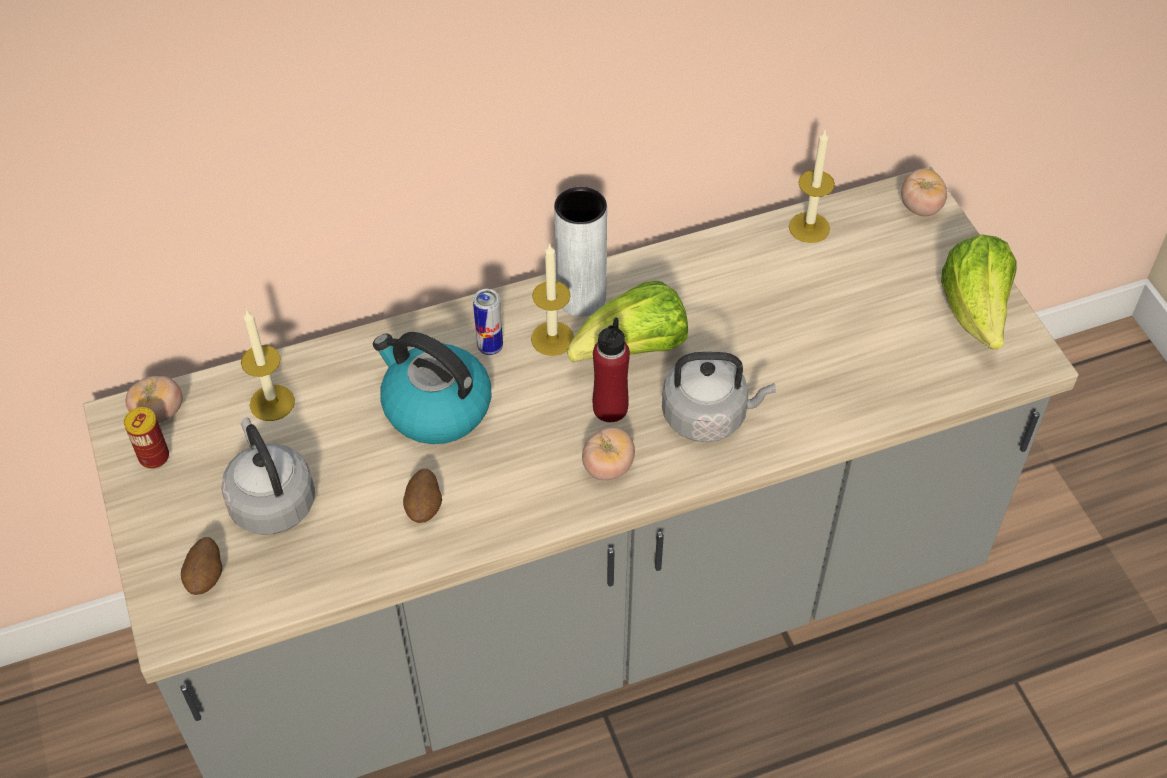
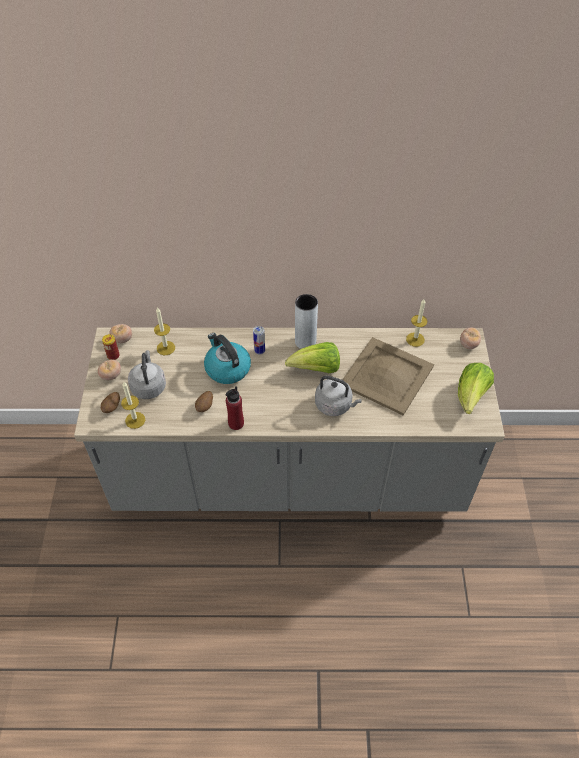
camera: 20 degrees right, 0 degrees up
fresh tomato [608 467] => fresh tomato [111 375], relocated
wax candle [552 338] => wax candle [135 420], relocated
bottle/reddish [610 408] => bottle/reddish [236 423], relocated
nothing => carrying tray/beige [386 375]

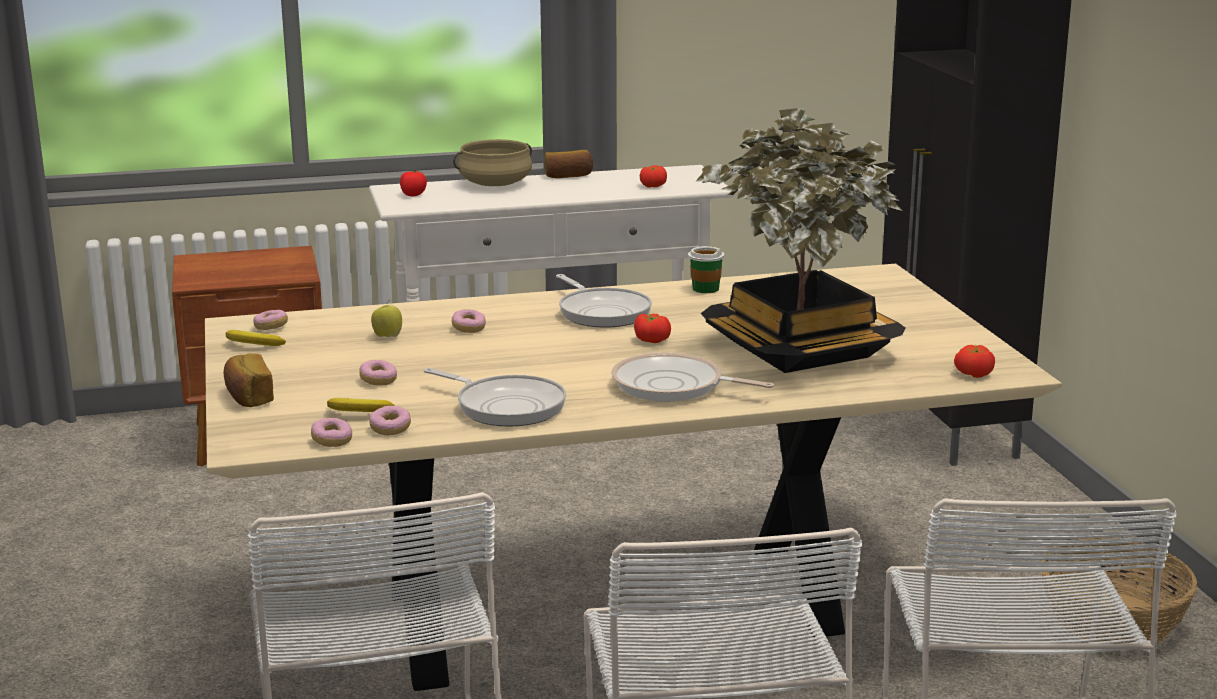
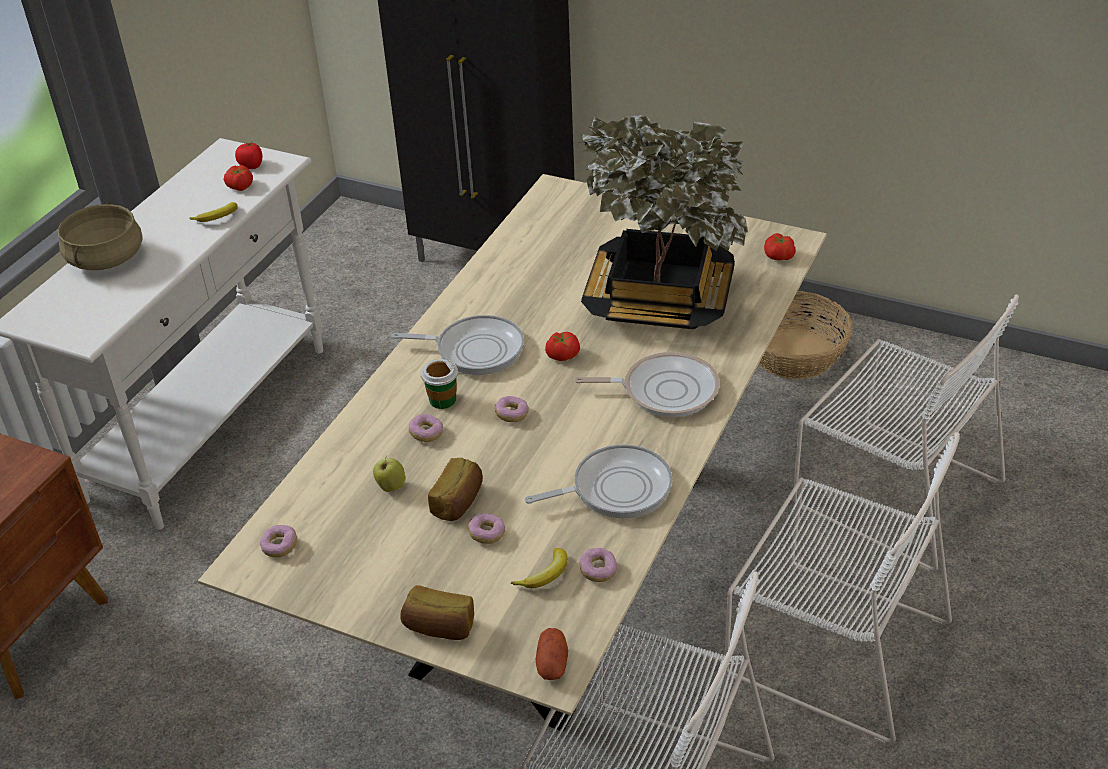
camera: 50 degrees left, 20 degrees up
whole banana [252 345] => whole banana [217 218], relocated
fresh tomato [413 194] => fresh tomato [251 165], relocated
small cup [705 289] => small cup [442 400], relocated
bread [568 176] => bread [459 502], relocated
donut [332 441] => donut [512 415], relocated
nothing => potato [552 663]
pan [673 386] => pan [664 390], 150 degrees counterclockwise

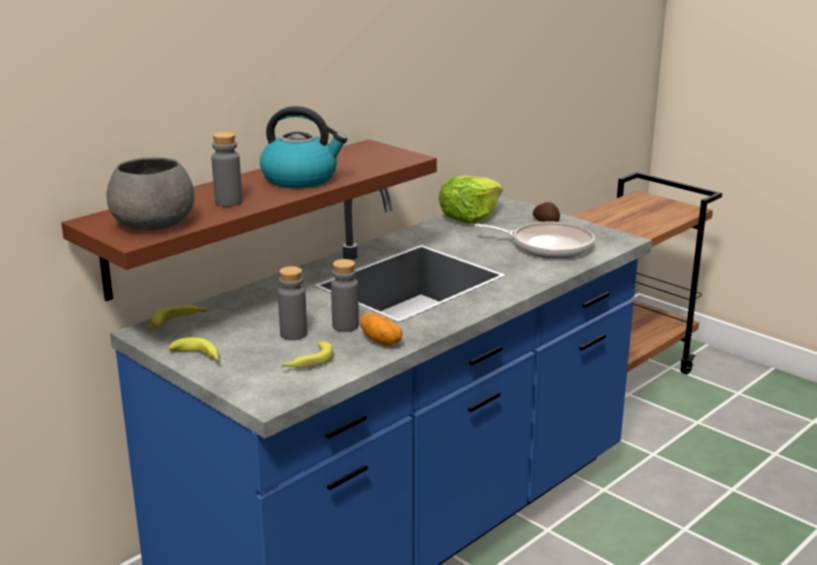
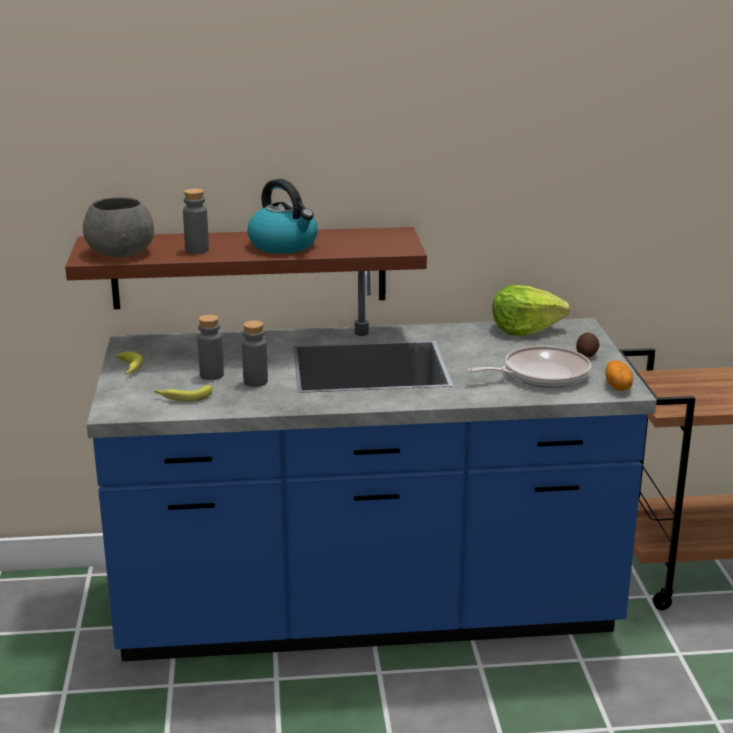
camera: 40 degrees right, 0 degrees up
pan [547 246] => pan [541 374], 75 degrees counterclockwise
potato [381 341] => potato [618 386], relocated
whole banana [180 321] => nothing

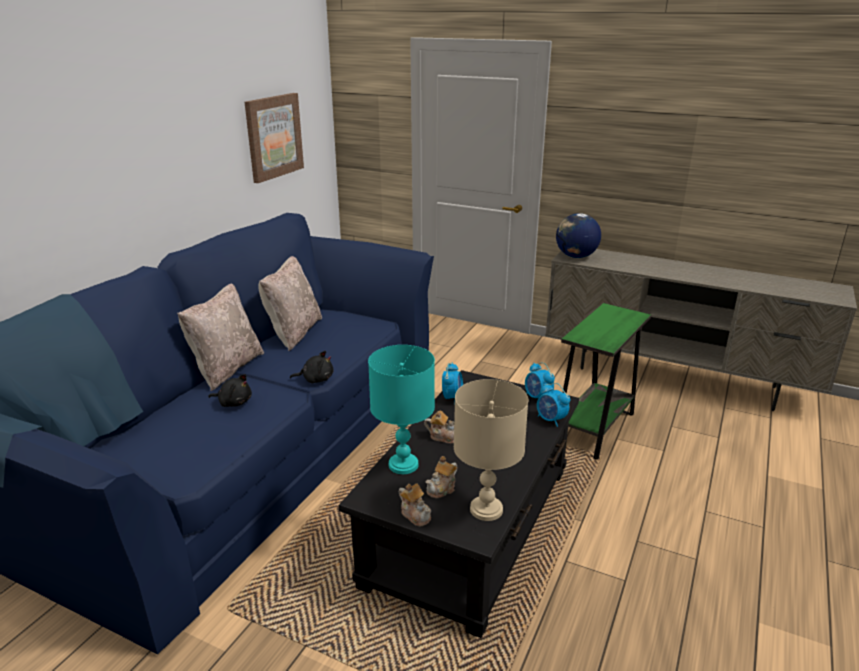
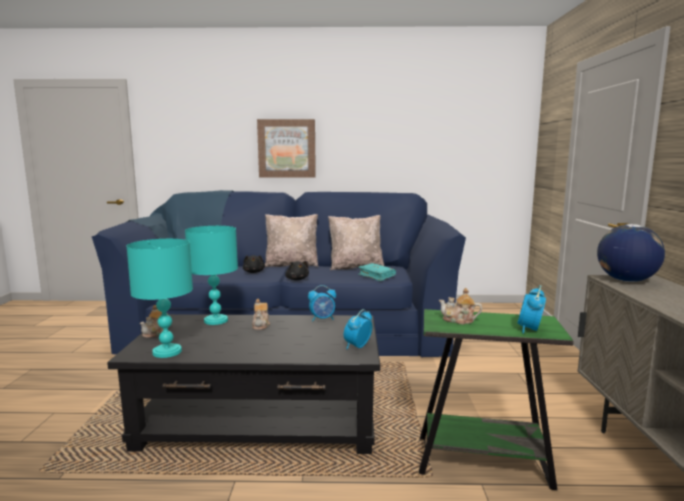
camera: 65 degrees right, 15 degrees down
lamp for a table/beige [485 510] => lamp for a table/blue-green [166 352]
wall picture [273 136] => wall picture [287 148], relocated
nothing => book/blue-green [376 276]
pot for tea [442 489] => pot for tea [459 320], relocated
table clock [551 420] => table clock [529 330], relocated

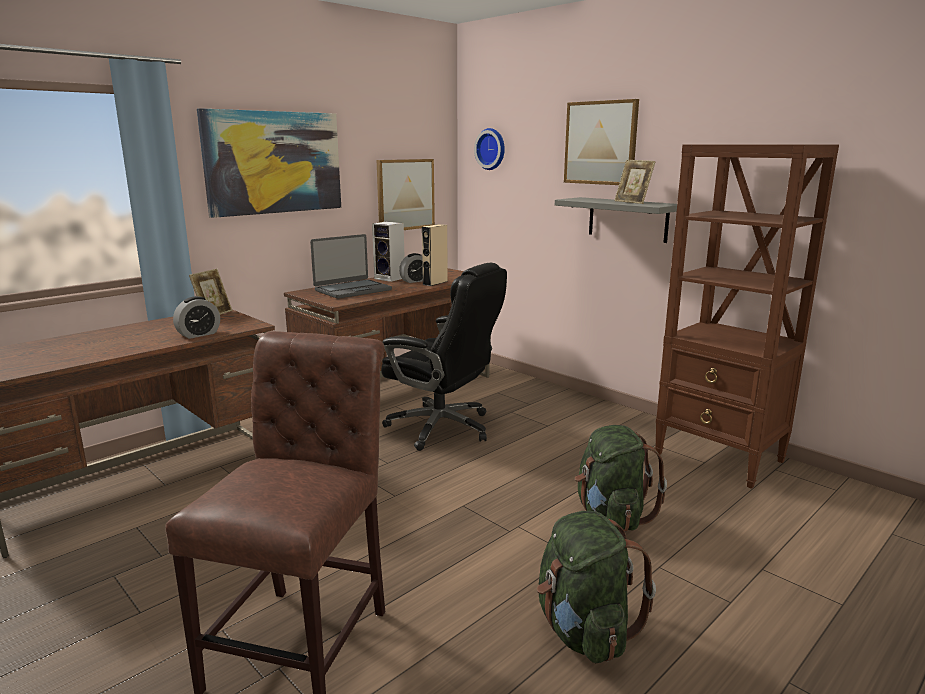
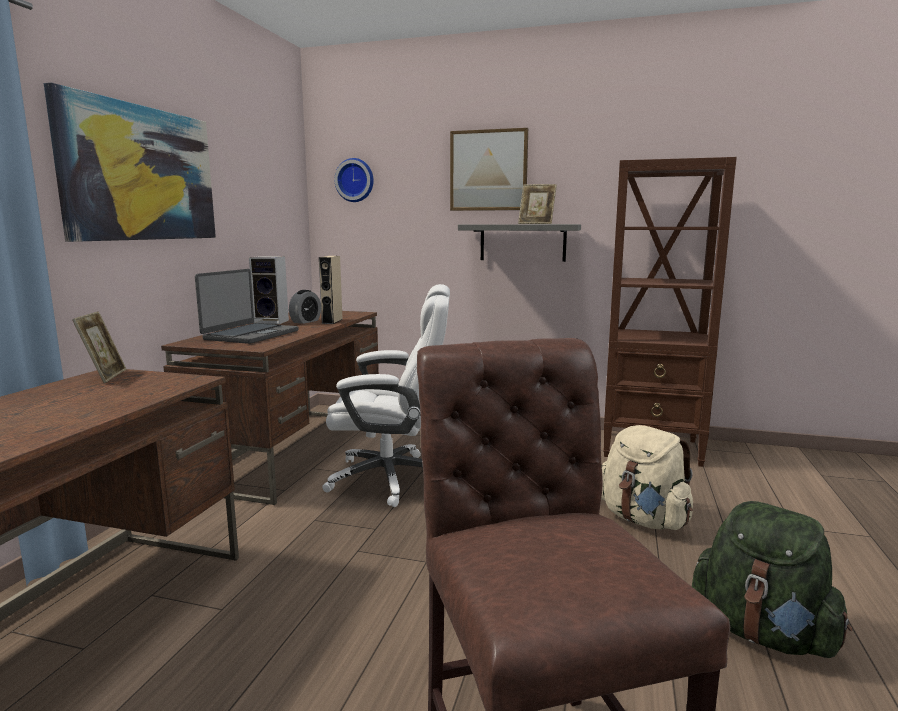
camera: 30 degrees left, 5 degrees down
desk chair/black [442 428] => desk chair/whitish [391 478]
rucksack/greenish [611 517] => rucksack/beige [643 519]
table clock [199 334] => nothing
wall picture [405 194] => nothing

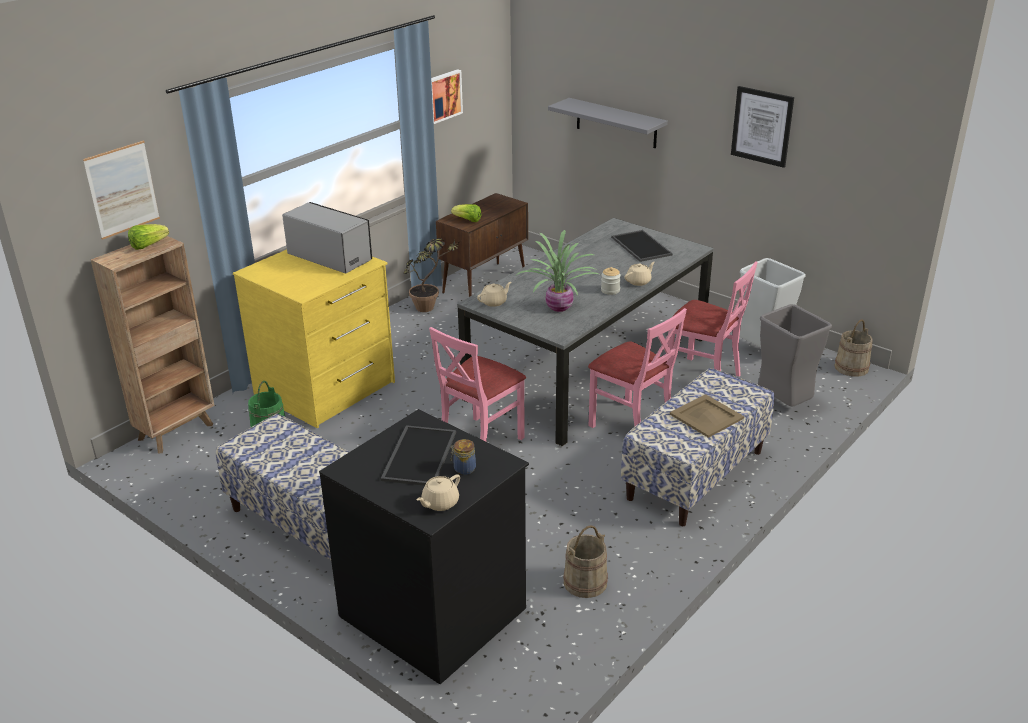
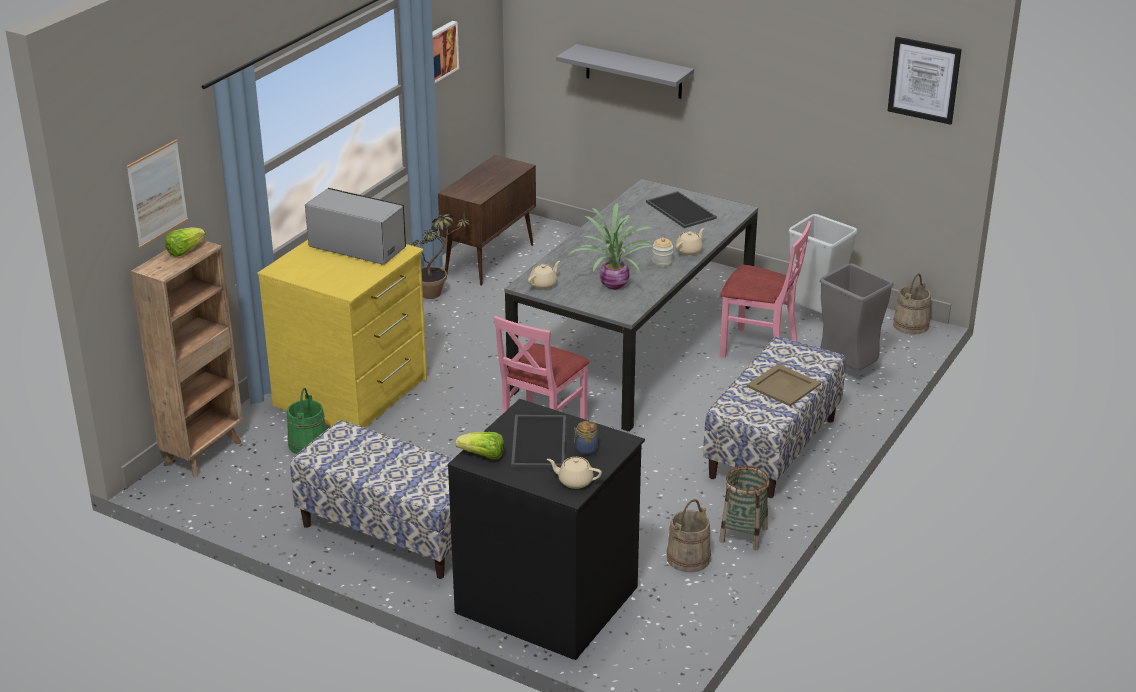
camera: 10 degrees left, 0 degrees up
lettuce [467 220] => lettuce [483 456], relocated
pot for tea/beige [439 503] => pot for tea/beige [574 481], 75 degrees clockwise
nothing => storage basket [743 535]
wall picture [762 126] => wall picture [924 80], relocated
chair/pink [631 425] => nothing

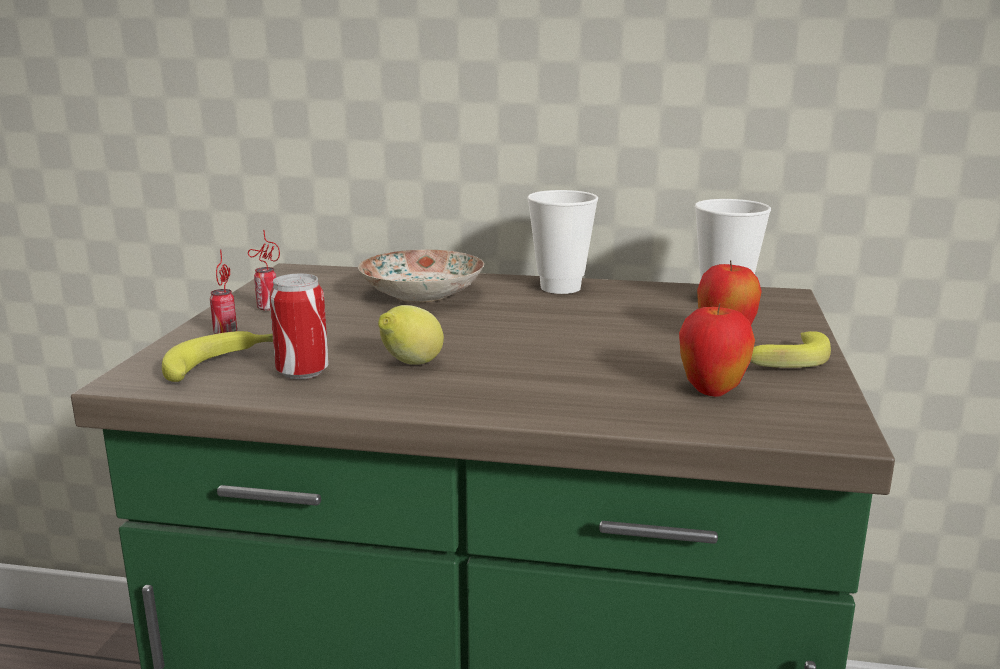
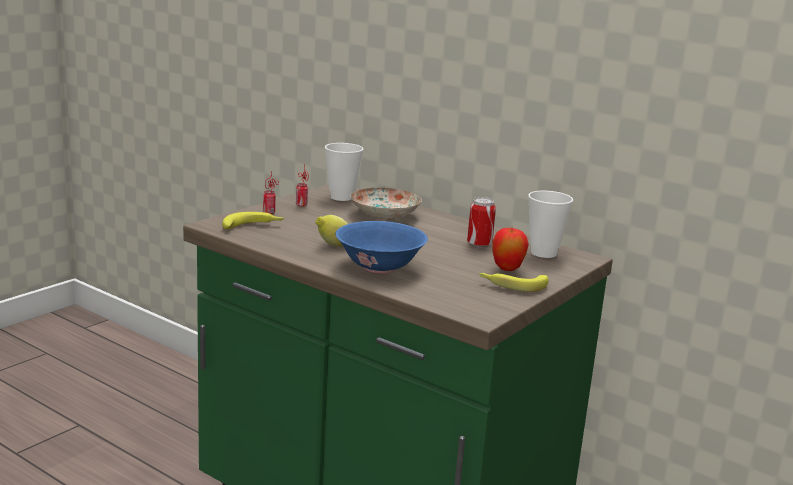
camera: 25 degrees right, 0 degrees up
small cup [560 288] => small cup [341 197], relocated
nothing => serving bowl/blue [380 267]
metal can [302 372] => metal can [479 244], relocated
apple fruit [711 391] => nothing

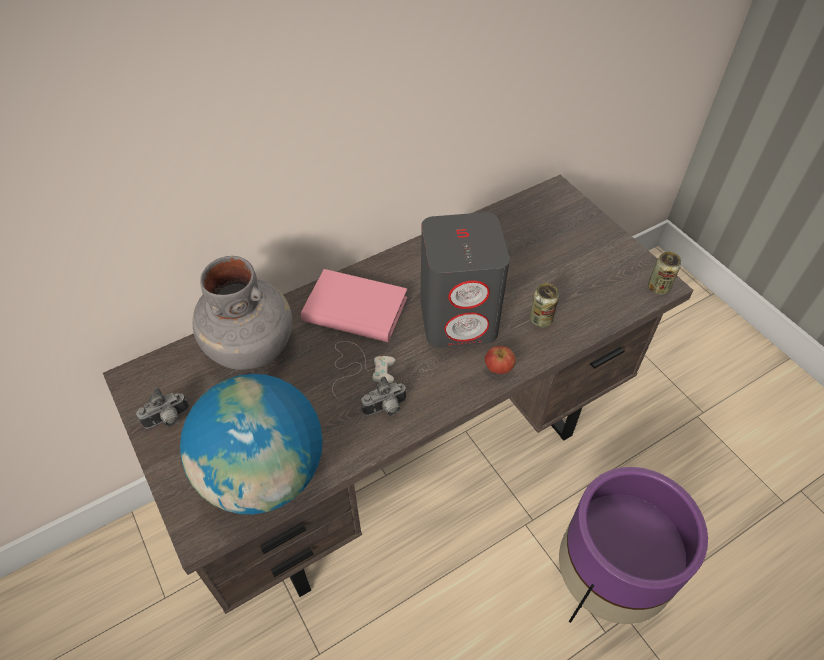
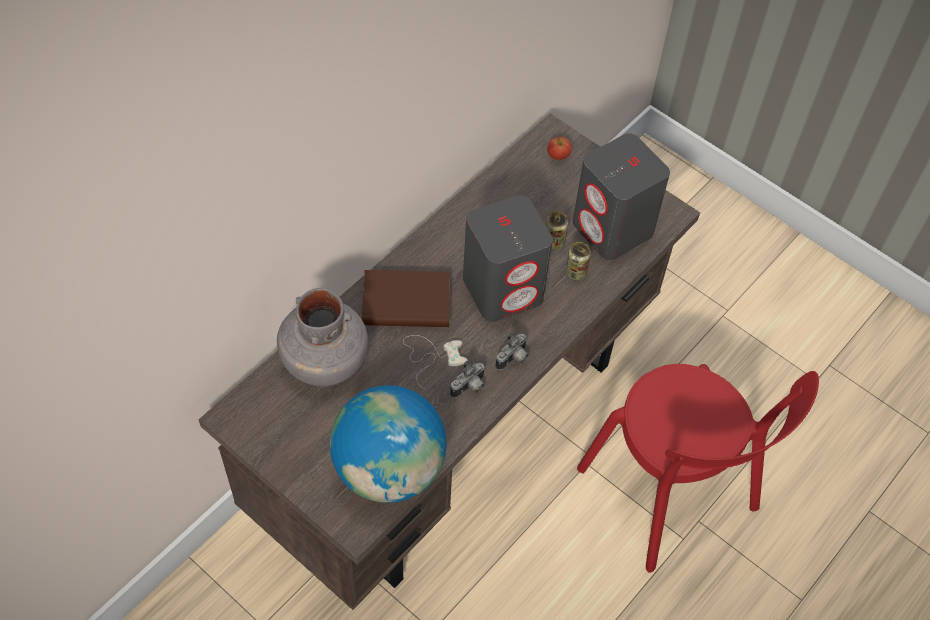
camera: 20 degrees left, 5 degrees up
book/pink [355 310] => book/brownish [406 303]
photo camera [168 420] => photo camera [513 359], relocated
metal can [658 287] => metal can [554 242], relocated
apple fruit [498 368] => apple fruit [558 156], relocated
nothing => audio speaker/greyish [613 229]
planter/purple-coloured [604 581] => chair/reddish [672 495]

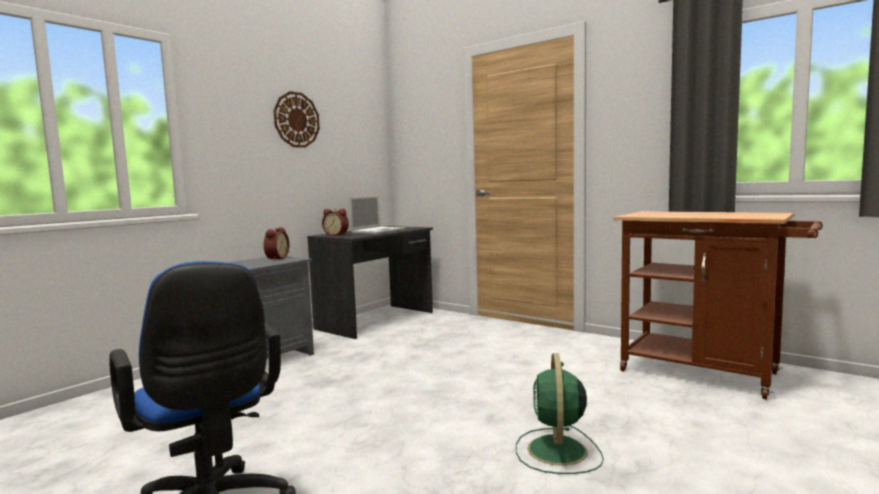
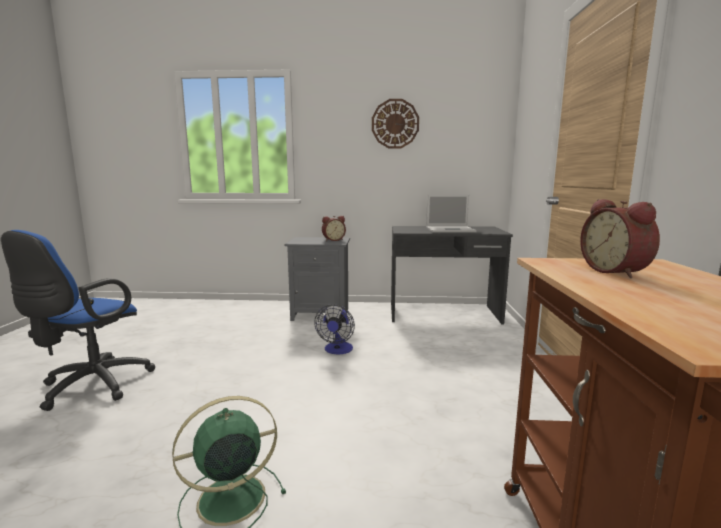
camera: 55 degrees right, 5 degrees up
nothing => cooling fan [337 350]
table clock [337 235] => table clock [616 271], relocated

